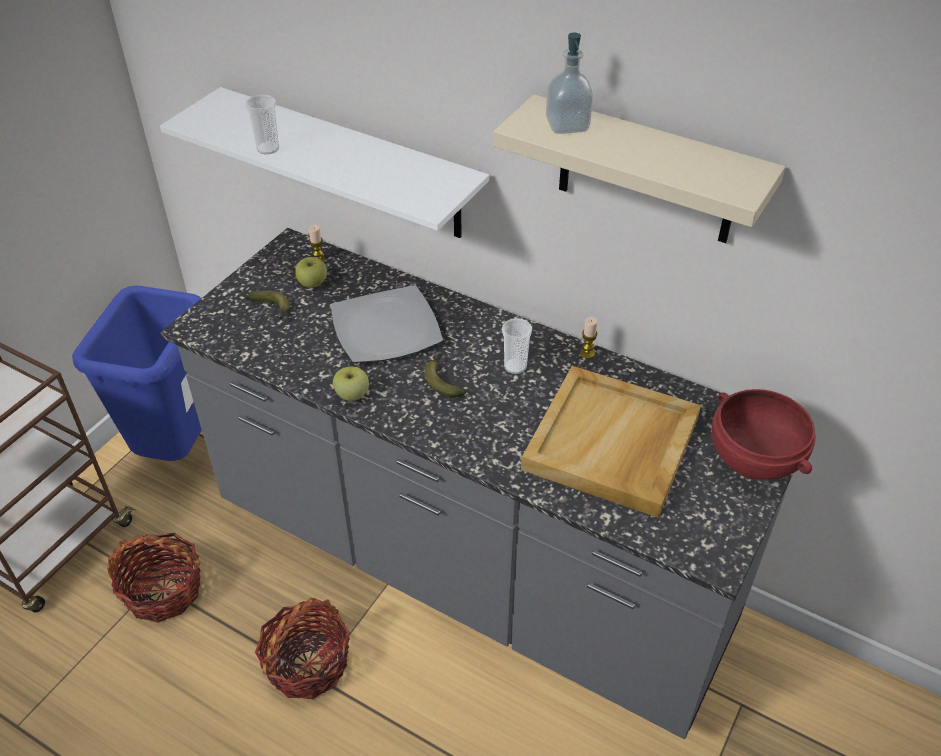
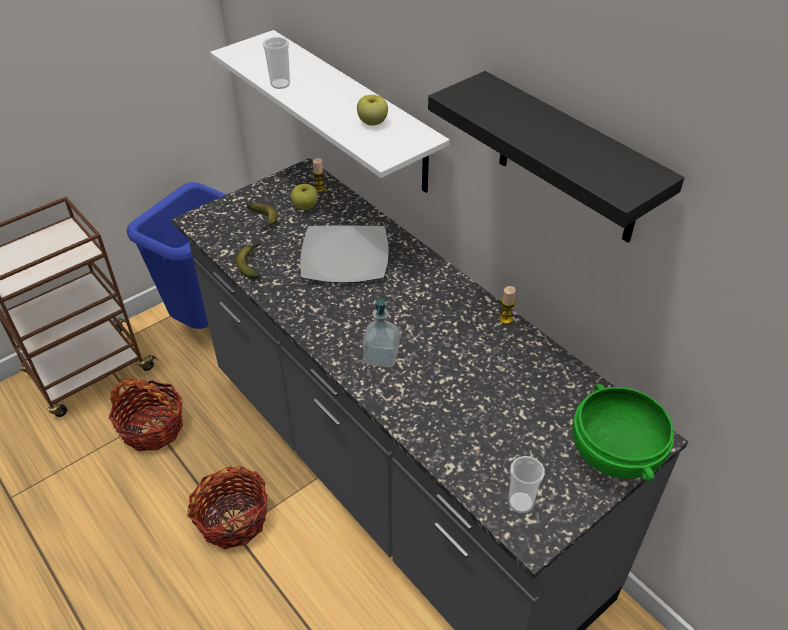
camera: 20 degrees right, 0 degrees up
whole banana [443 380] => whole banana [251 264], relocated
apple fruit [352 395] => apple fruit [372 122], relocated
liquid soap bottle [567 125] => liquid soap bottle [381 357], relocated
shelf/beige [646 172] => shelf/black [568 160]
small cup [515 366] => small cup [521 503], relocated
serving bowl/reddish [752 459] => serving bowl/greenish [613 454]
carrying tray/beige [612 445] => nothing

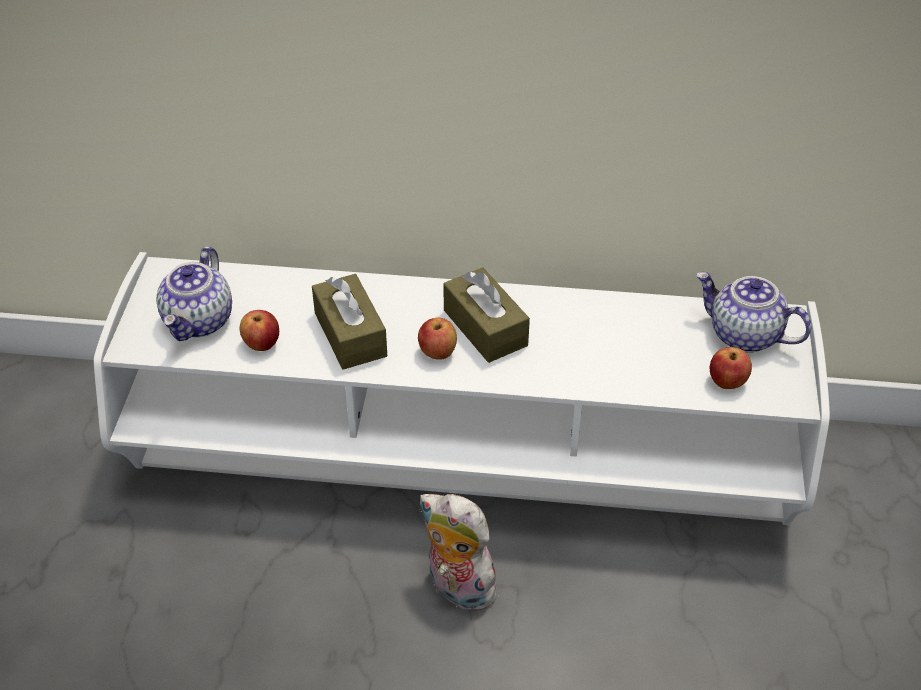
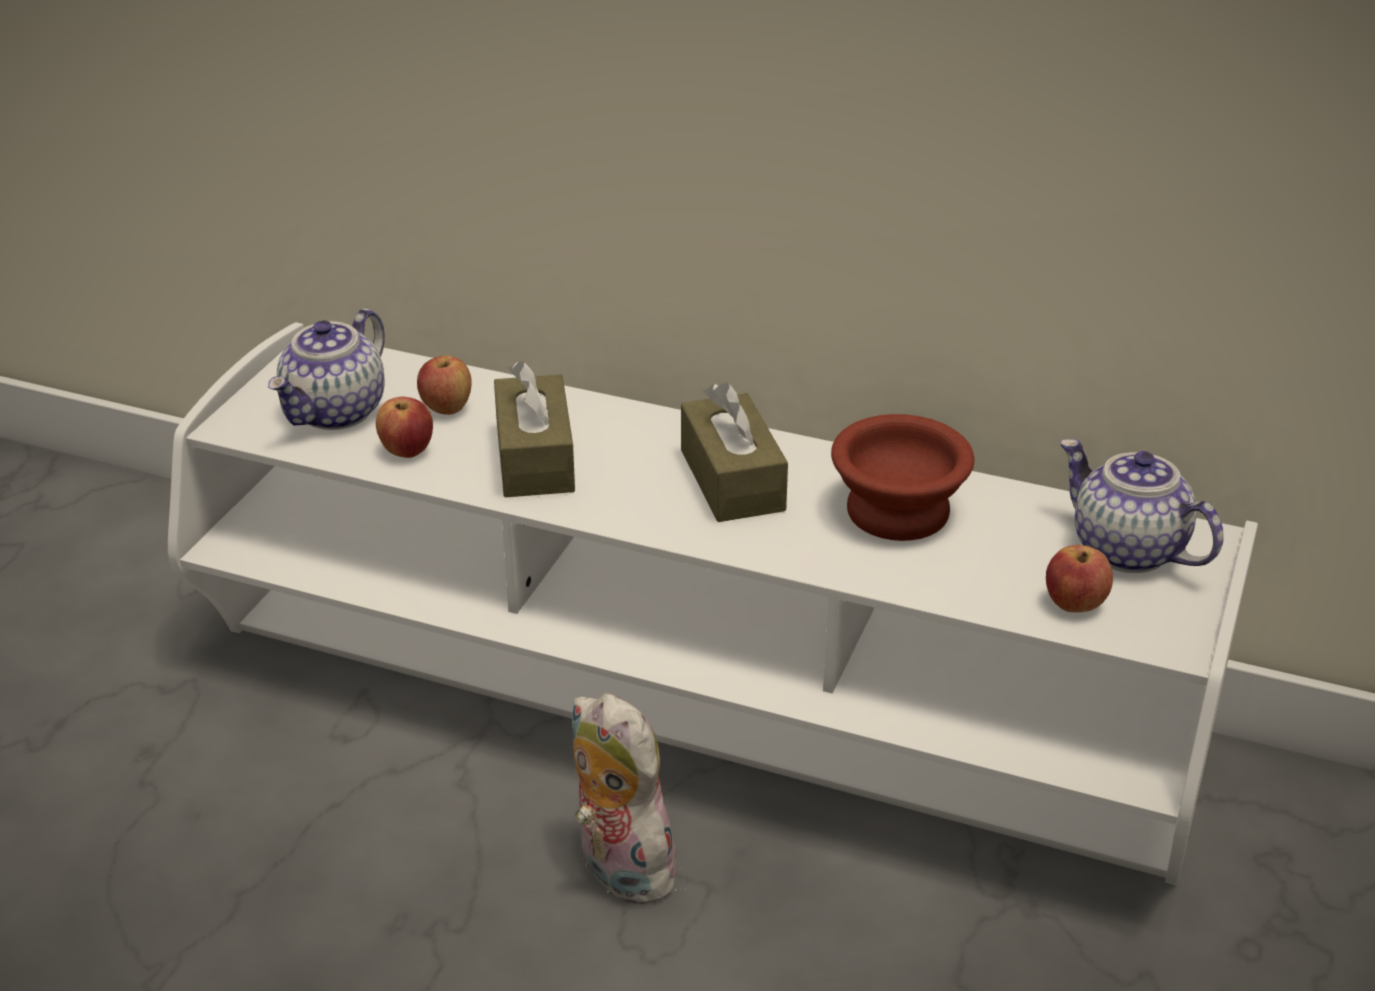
camera: 15 degrees right, 10 degrees down
apple fruit [437 352] => apple fruit [446 408], relocated
nothing => serving bowl/brownish [893 512]

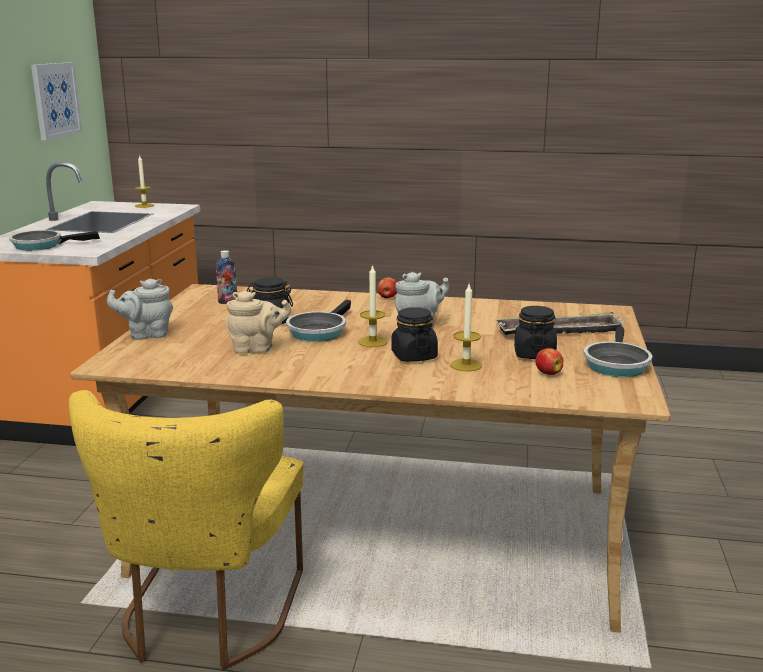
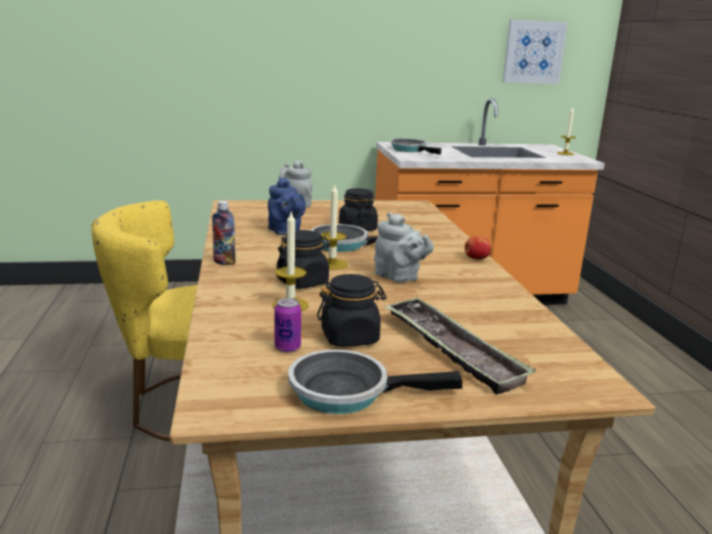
camera: 70 degrees right, 0 degrees up
bottle [228 301] => bottle [224 262], relocated
pot for tea/beige [257 349] => pot for tea/blue [285 232]
apple fruit [548 373] => metal can [287 347]

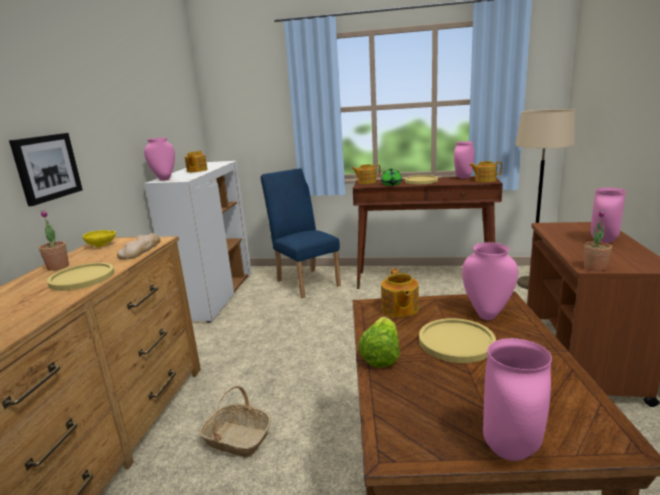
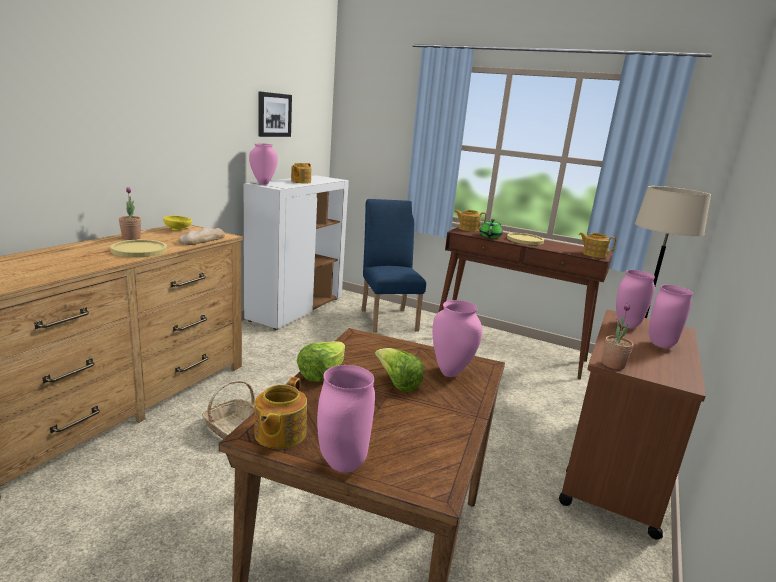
camera: 15 degrees right, 0 degrees up
pot for tea [399 309] => pot for tea [279 434], relocated
wall picture [46 167] => wall picture [274 115], relocated
plate/yellowish [456 341] => lettuce [397 383]
vase/pink [463 177] => vase/pink [627 325], relocated

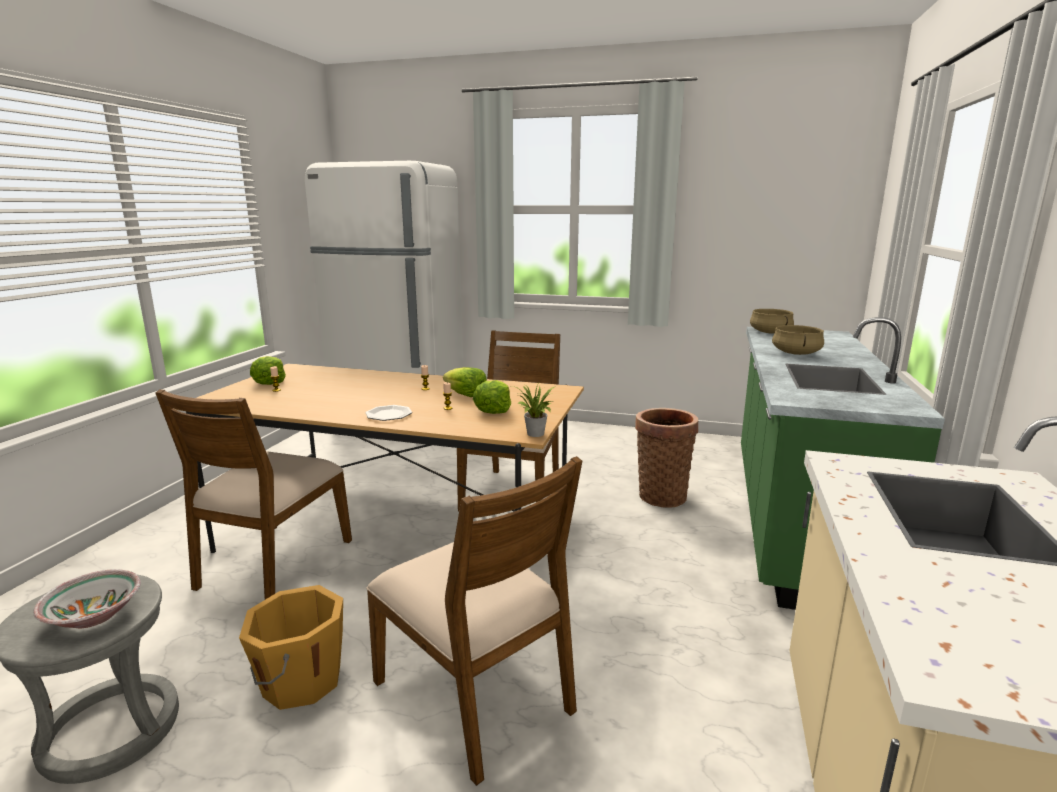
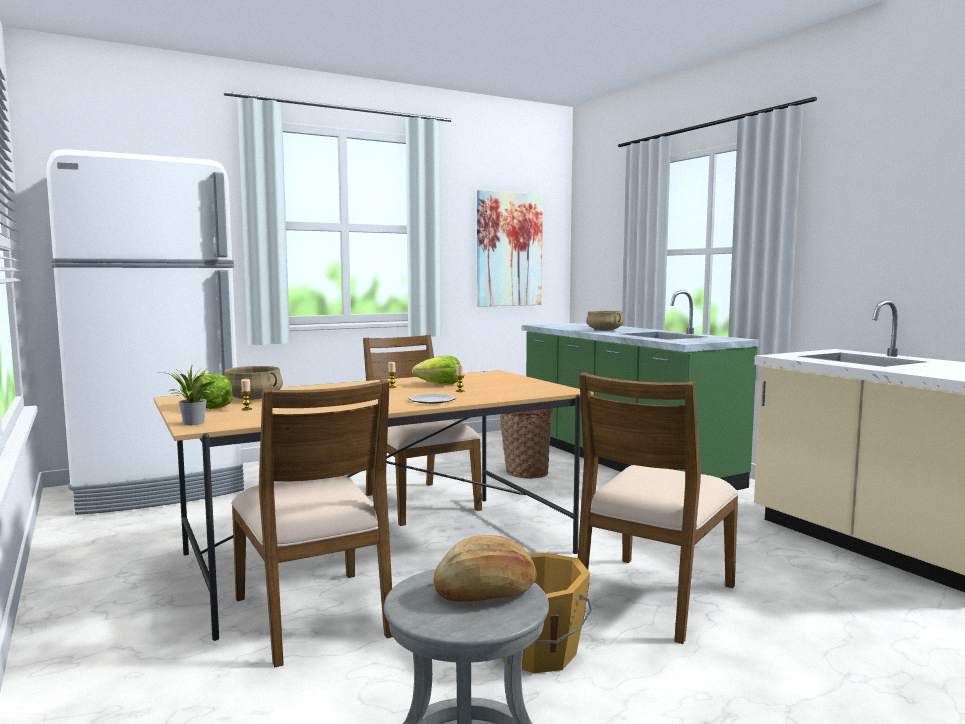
camera: 45 degrees left, 10 degrees down
plant in a pot [535 434] => plant in a pot [194 423], relocated
cooking pot/beige [770 332] => cooking pot/beige [254 398], relocated
serving bowl [95 615] => bread [486 593]
nothing => wall picture [509 249]
chair/brownish [476 694] => chair/brownish [653 597], 120 degrees clockwise
lettuce [493 409] => nothing

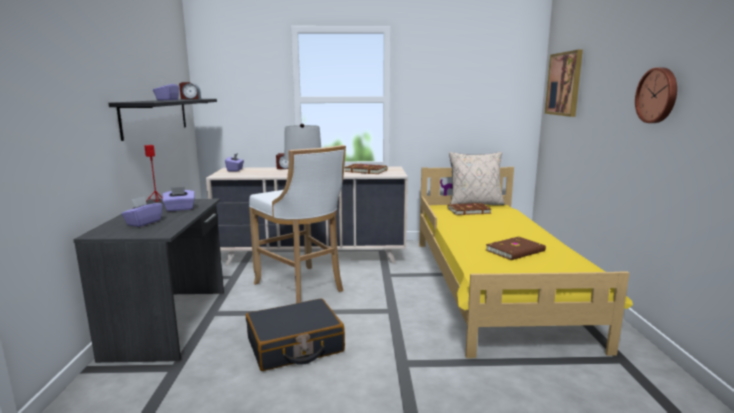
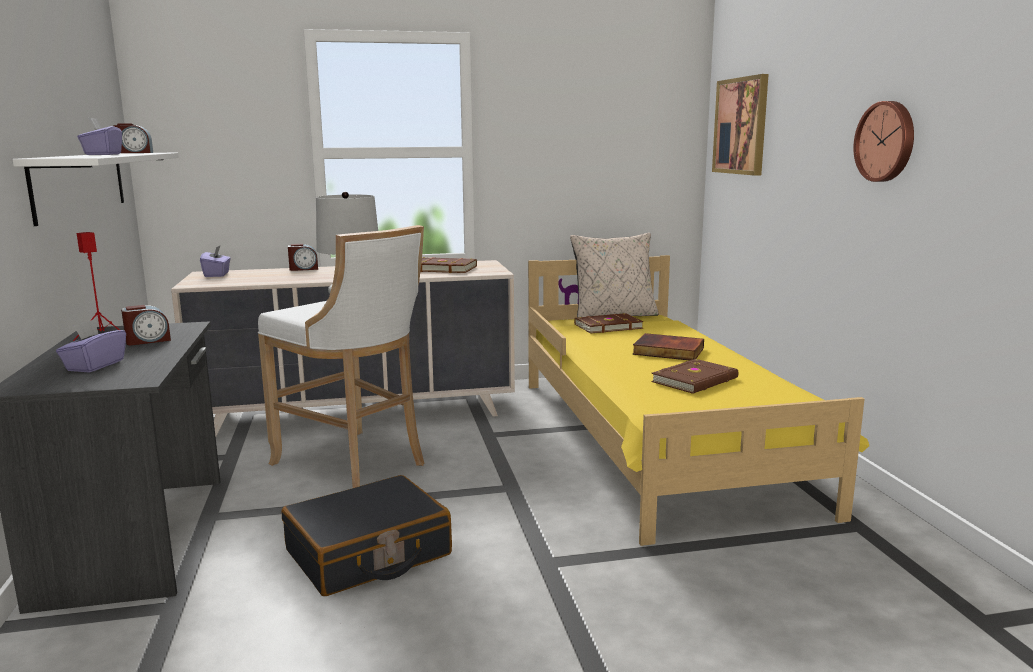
camera: 10 degrees left, 0 degrees up
shelf/black [156 116] => shelf/whitish [81 184]
tissue box/purple-coloured [180 209] => table clock [148 341]
nothing => book [667 351]

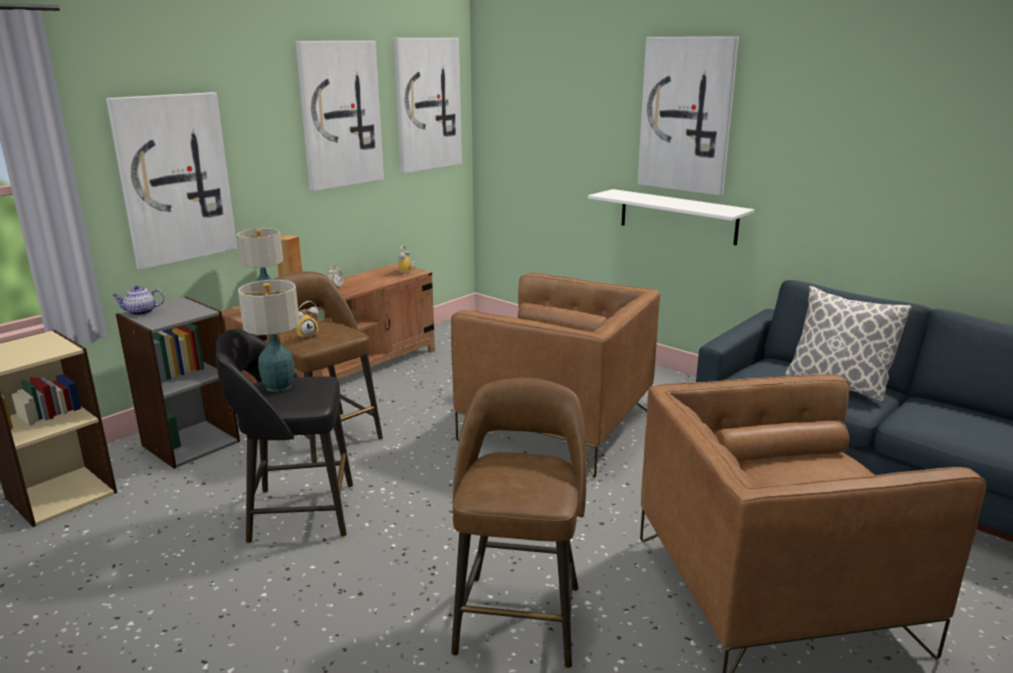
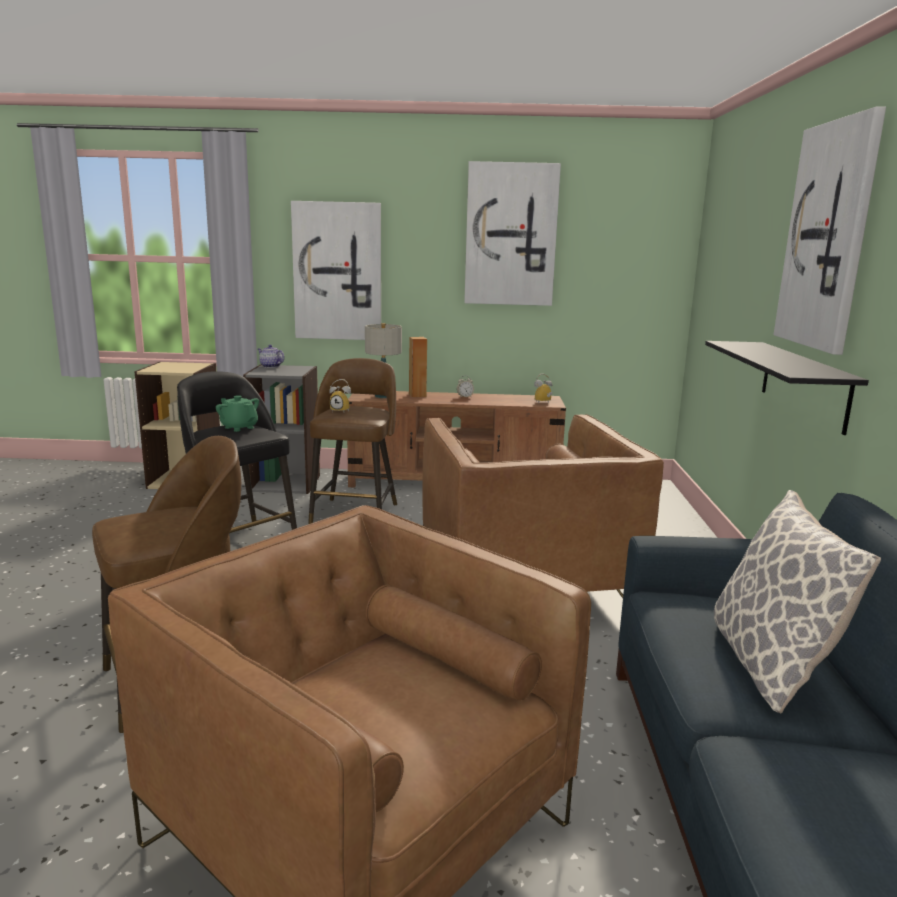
camera: 50 degrees right, 5 degrees down
lamp for a table [279 386] => pot for tea/greenish [239 427]
shelf/whitish [677 216] => shelf/black [803 384]
wall picture [427 104] => nothing

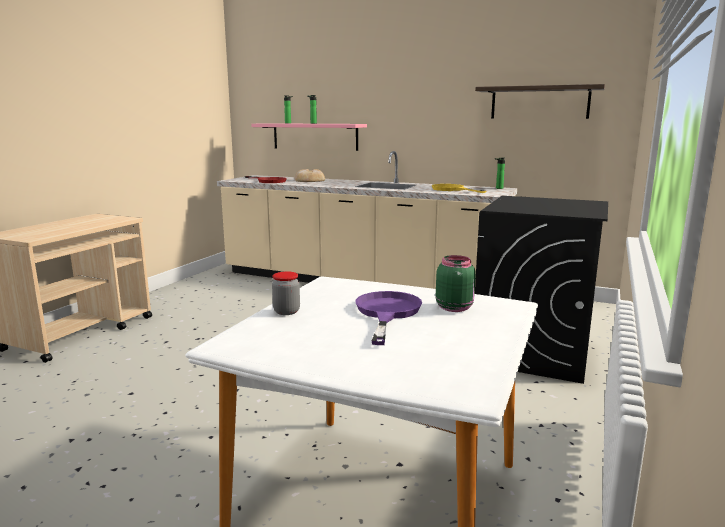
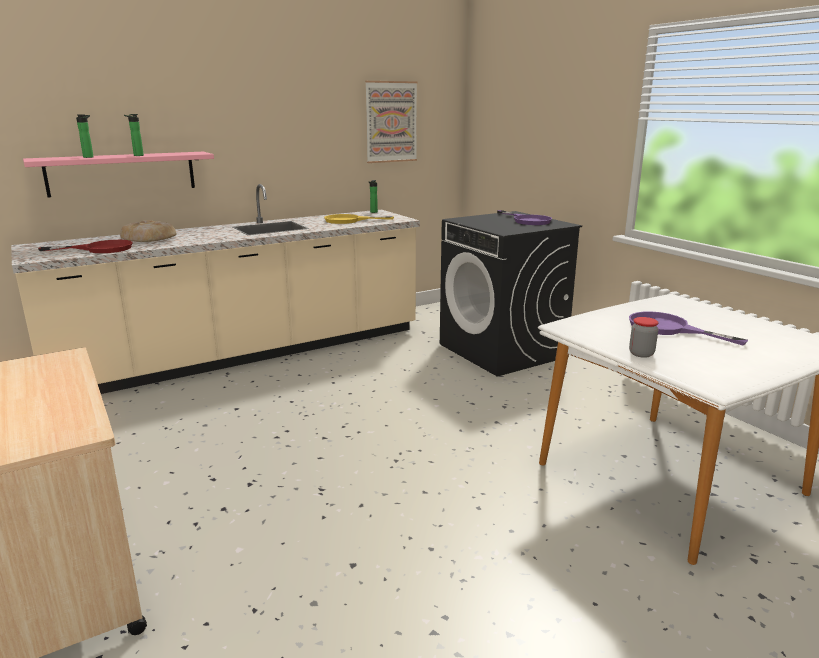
camera: 55 degrees left, 5 degrees up
shelf [539 102] => wall picture [391 122]
nothing => pan/purple-coloured [527 220]
preserve jar/greenish [454 307] => nothing

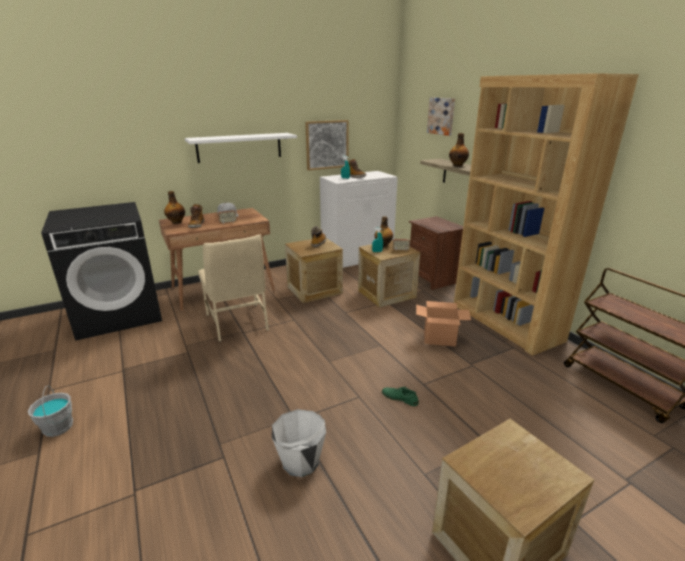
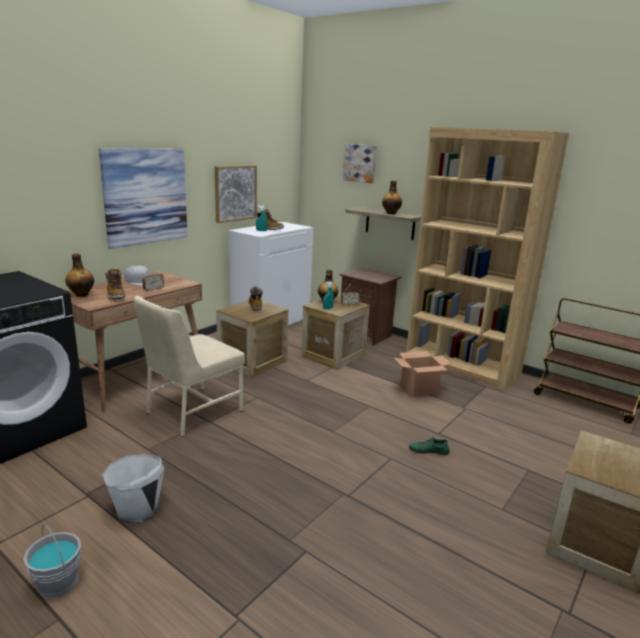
camera: 25 degrees left, 5 degrees down
shelf/whitish [239 147] => wall picture [146 196]
pail/whitish [300 461] => pail/whitish [137 510], relocated
chair/beige [238 323] => chair/beige [192 412], 90 degrees clockwise

